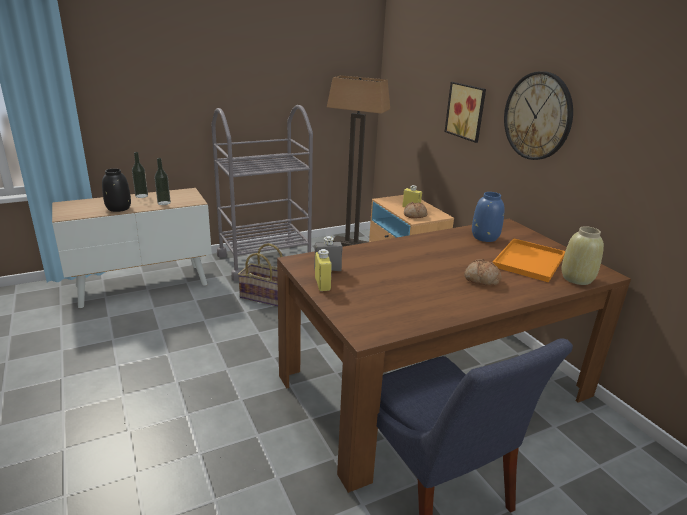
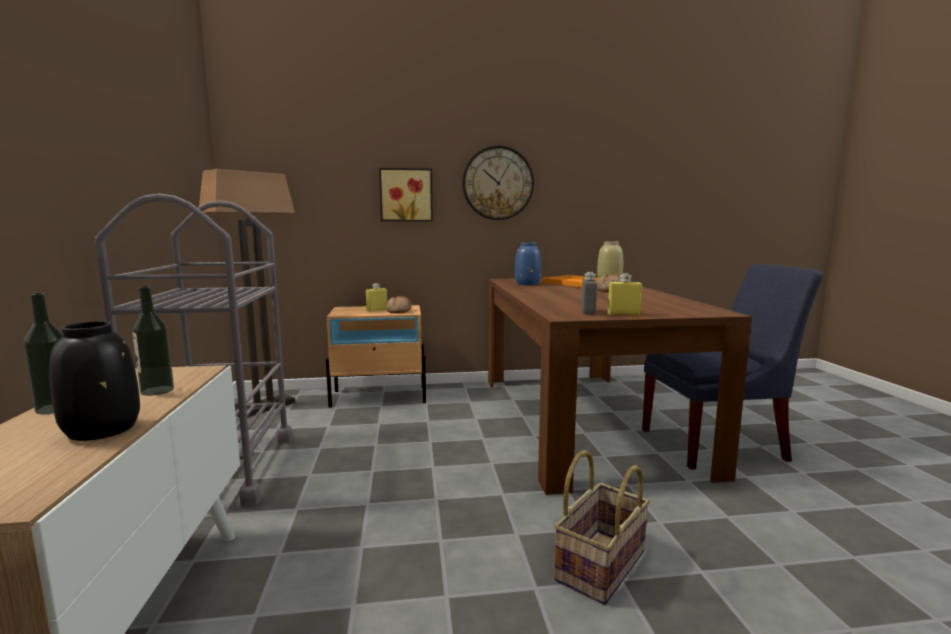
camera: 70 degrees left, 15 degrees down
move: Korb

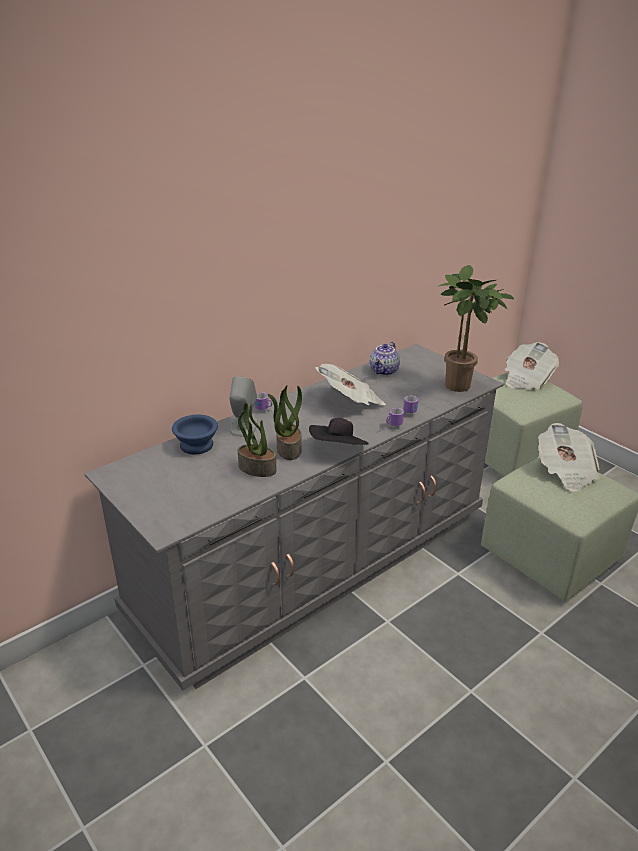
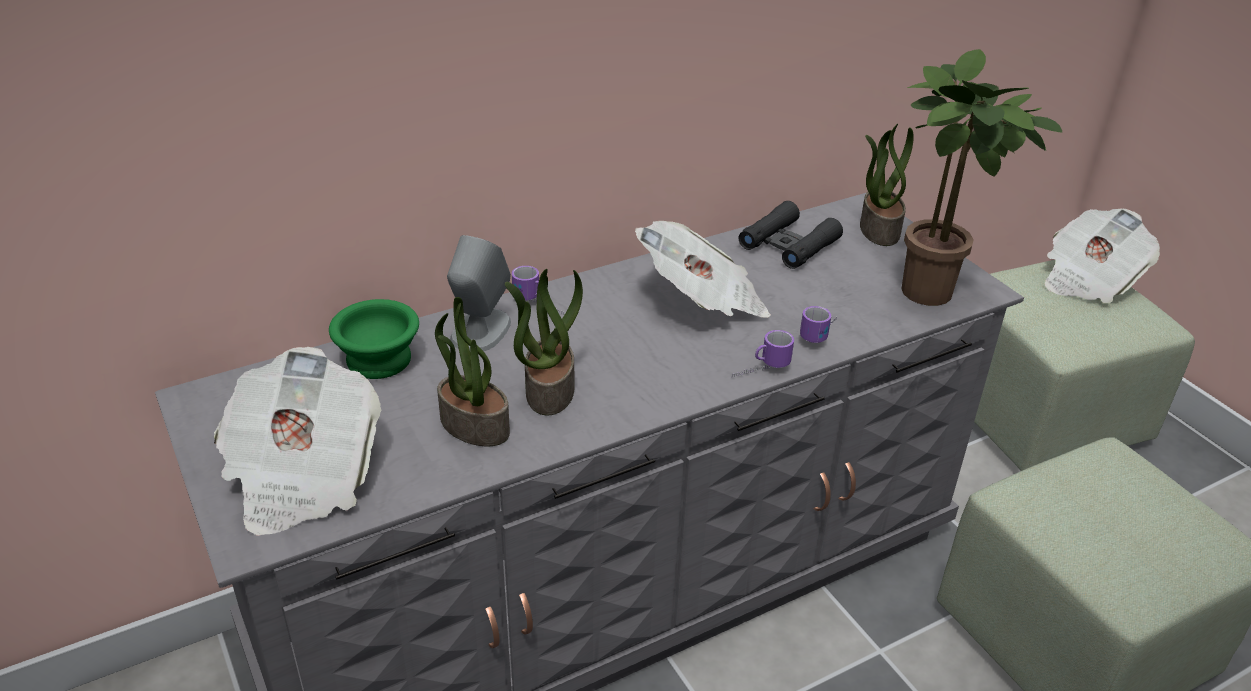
camera: 10 degrees right, 5 degrees up
delete: Hut [schwarz]
insert: Topfpflanze (3rd from left)
move: Zeitung (3rd from left in the first image) to Zeitung (1st from left)
replace: Teekanne to Fernglas [schwarz]
recolor: Schüssel [blau] to Schüssel [grün]

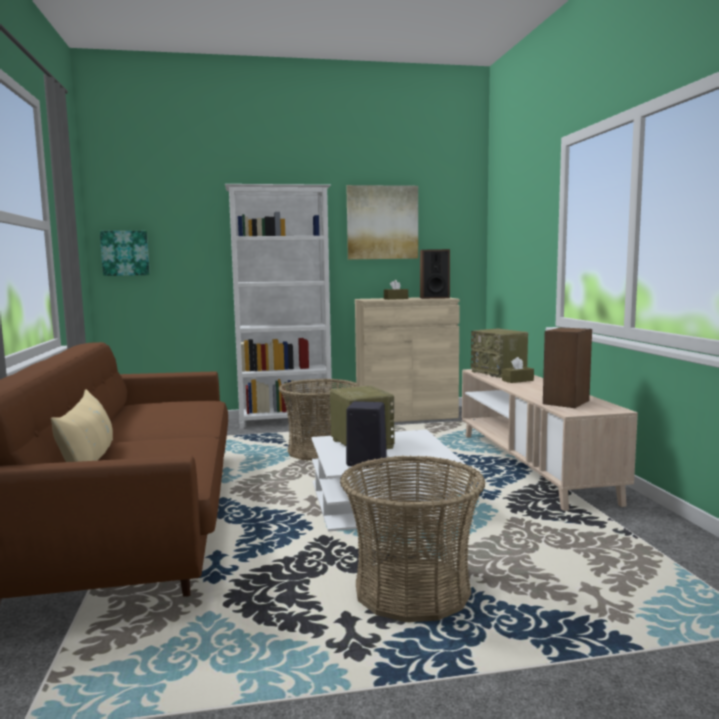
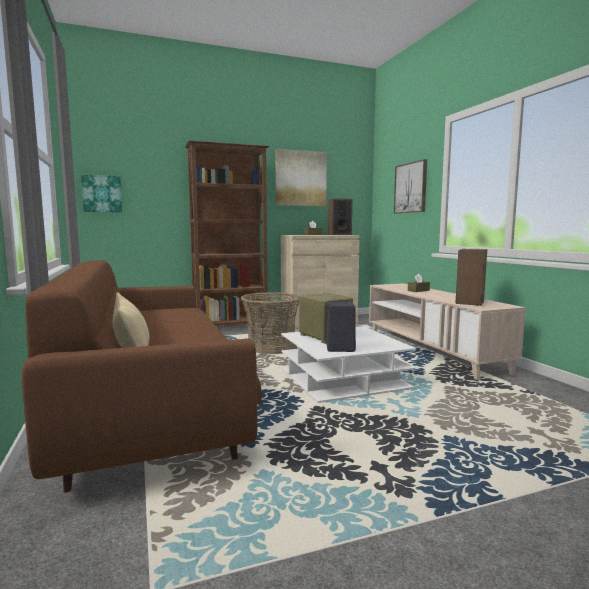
camera: 10 degrees left, 0 degrees up
delete: Korb (2nd from left); Radio (2nd from left)
insert: Bild (3rd from left)
recolor: Bücherregal [weiß] to Bücherregal [braun]

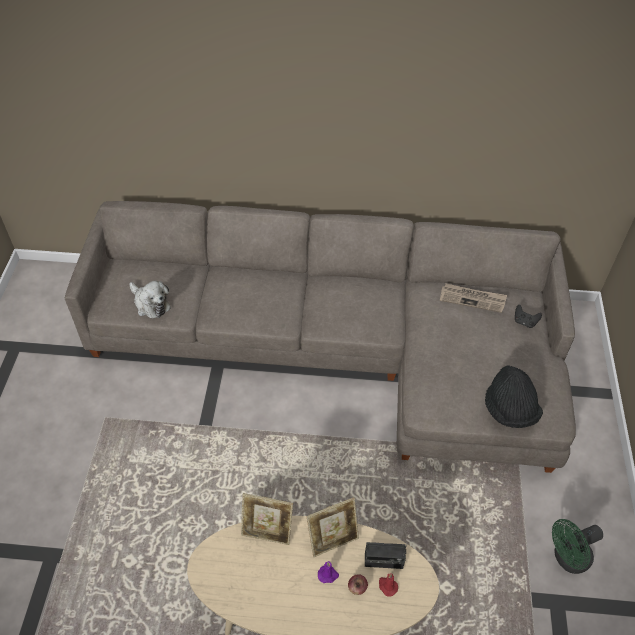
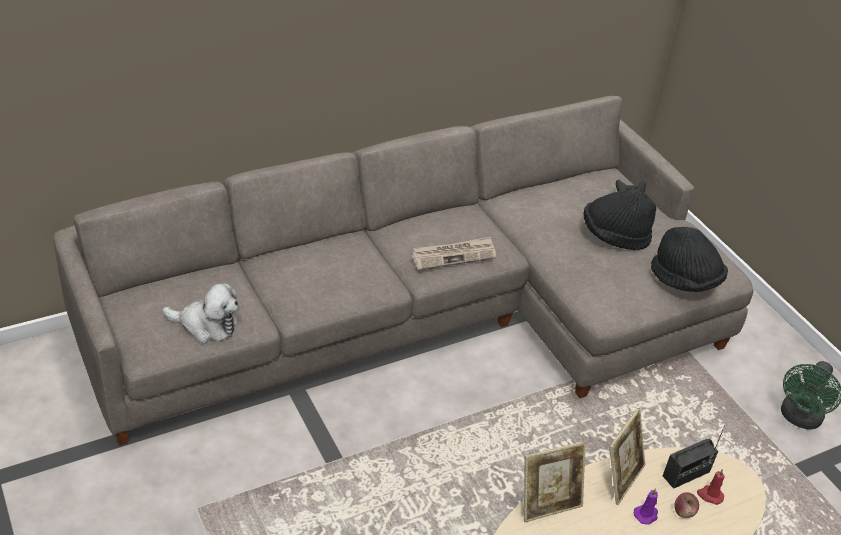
camera: 35 degrees left, 10 degrees down
insert: Hut [schwarz] (1st from left)
move: Zeitung

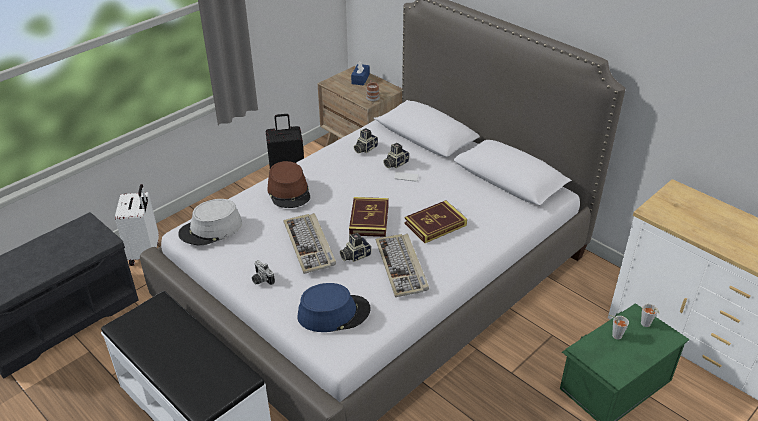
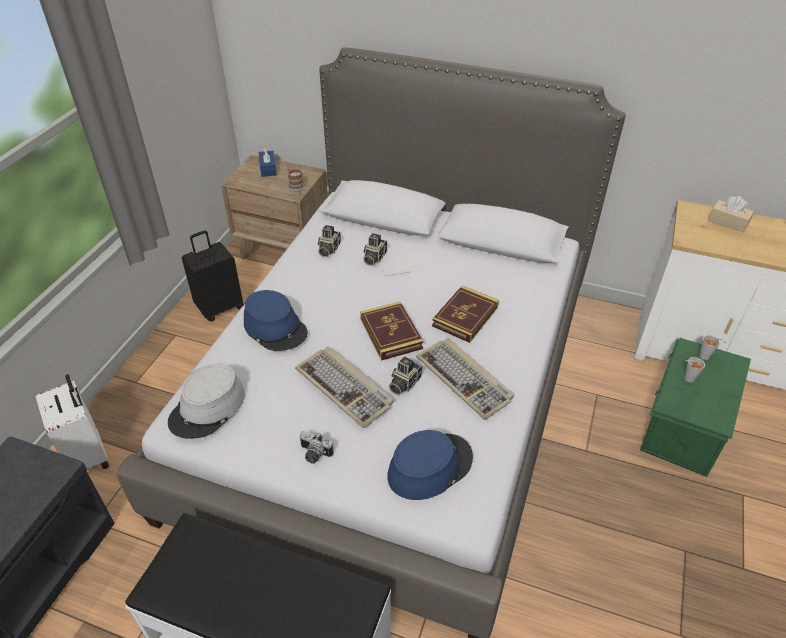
camera: 25 degrees left, 5 degrees up
insert: Taschentuchbox [beige]
recolor: Hut [braun] to Hut [blau] (1st from left)

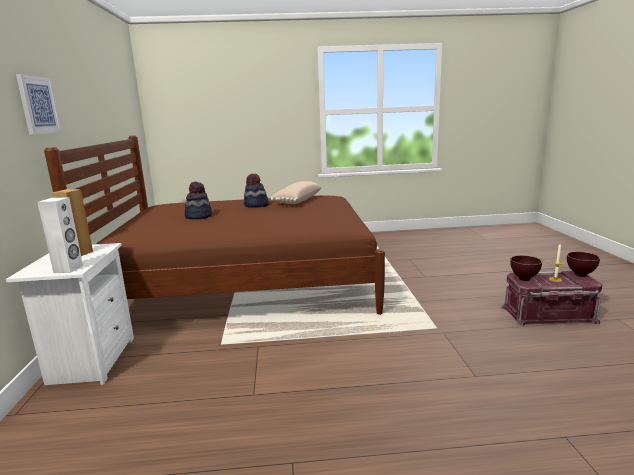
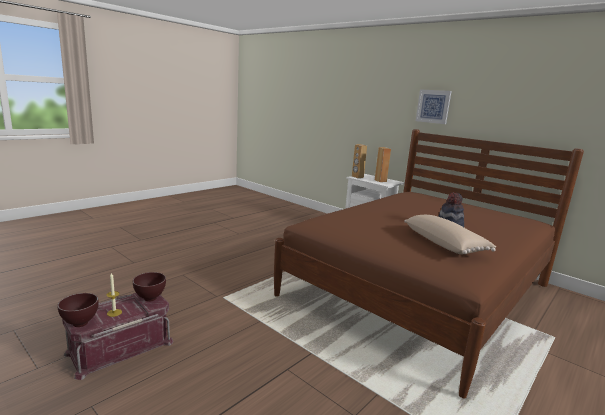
camera: 135 degrees right, 0 degrees up
delete: Hut (1st from left)
recolor: Lautsprecher [weiß] to Lautsprecher [braun] (1st from left)

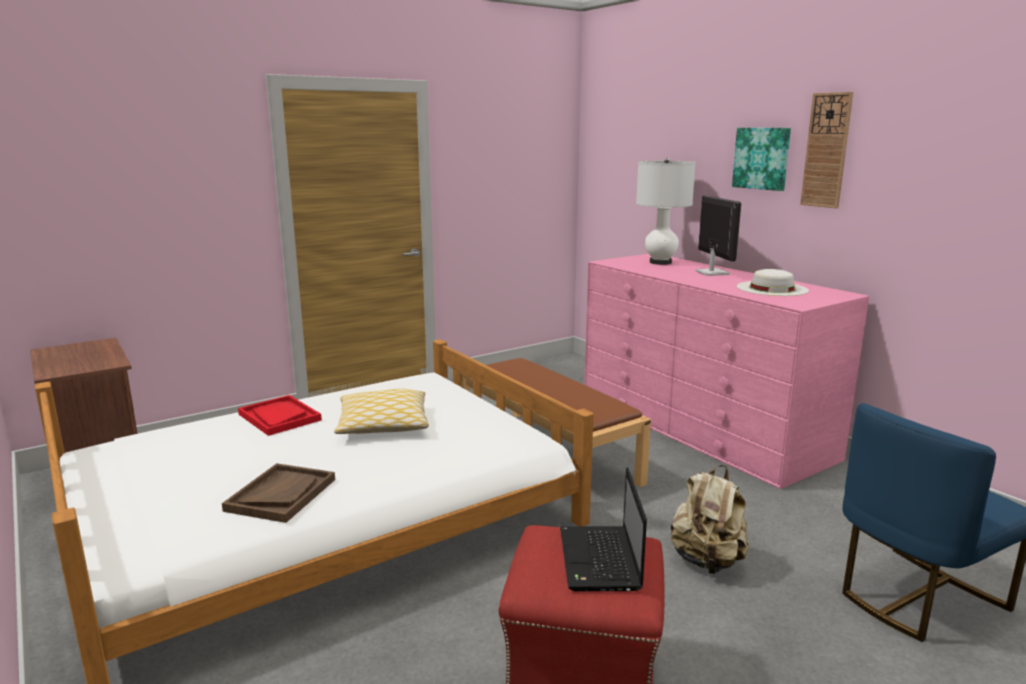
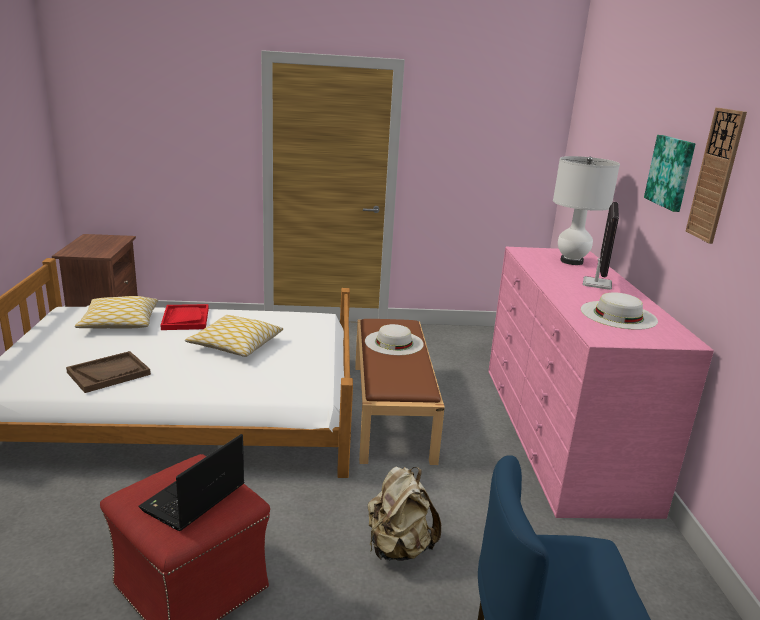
camera: 30 degrees right, 5 degrees up
insert: Kissen (1st from left); Hut [weiß] (1st from left)

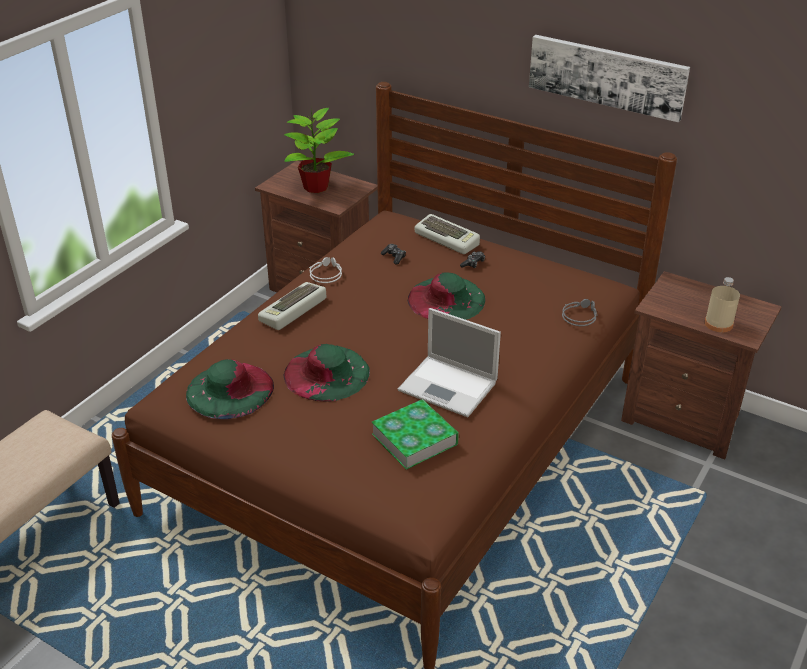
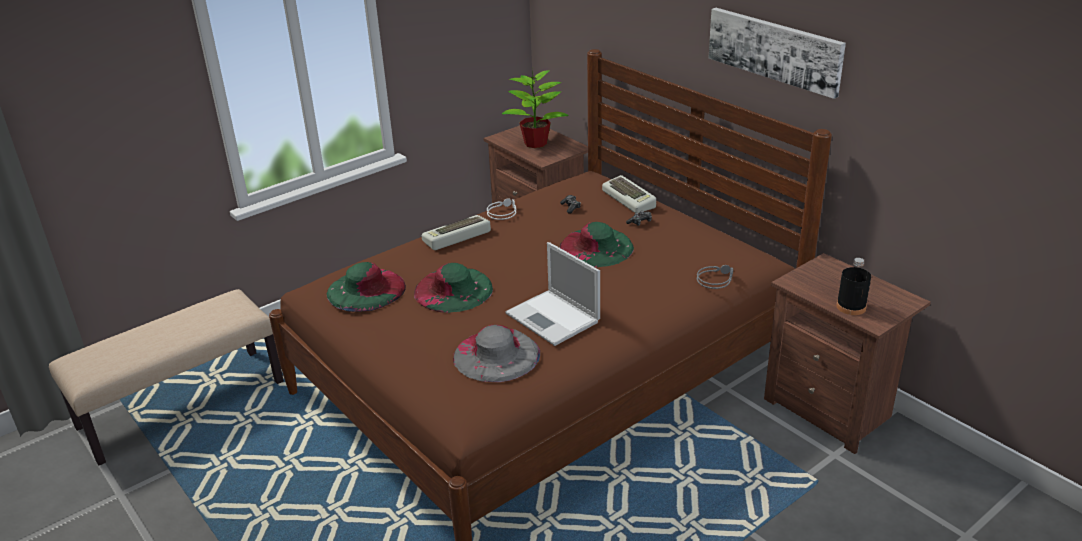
camera: 20 degrees right, 5 degrees down
replace: Buch to Hut [grau]
recolor: Flasche [beige] to Flasche [schwarz]

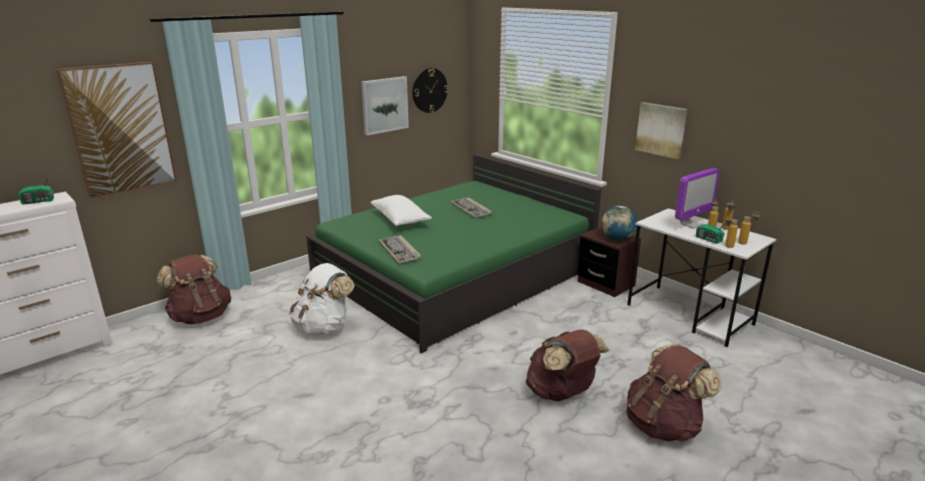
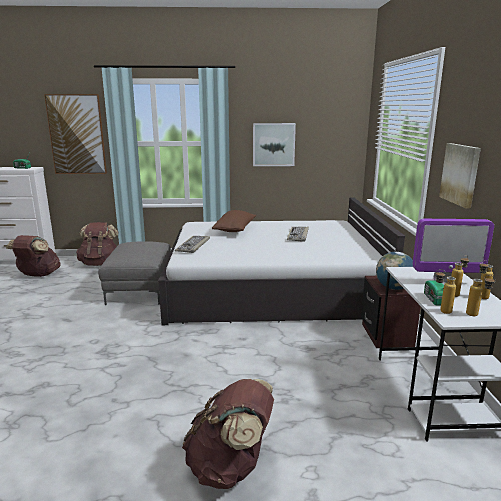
camera: 40 degrees right, 5 degrees down
delete: Wanduhr
move: Rucksack [braun] (2nd from left in the first image) to Rucksack [braun] (1st from left)
replace: Rucksack [weiß] to Polsterhocker [grau]
recolor: Bett [grün] to Bett [weiß]; Kissen [weiß] to Kissen [braun]

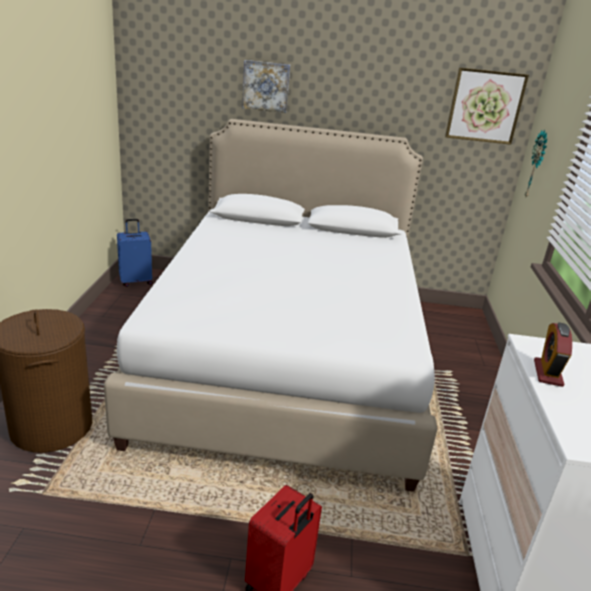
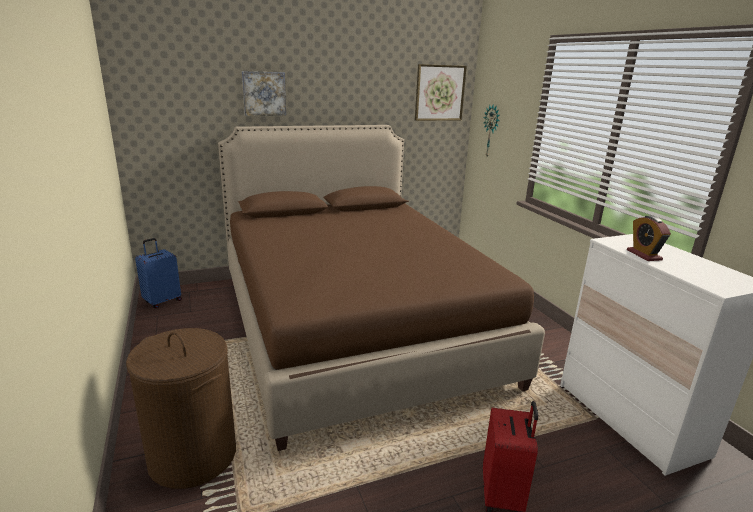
camera: 25 degrees left, 5 degrees down
recolor: Bett [weiß] to Bett [braun]

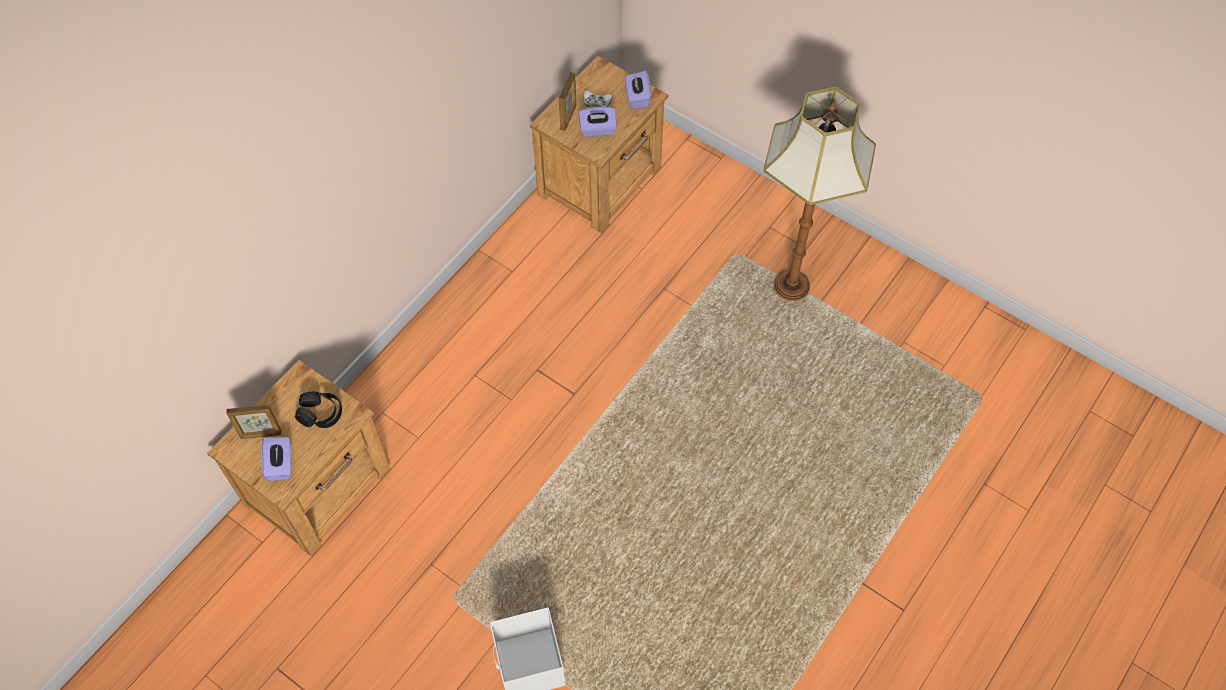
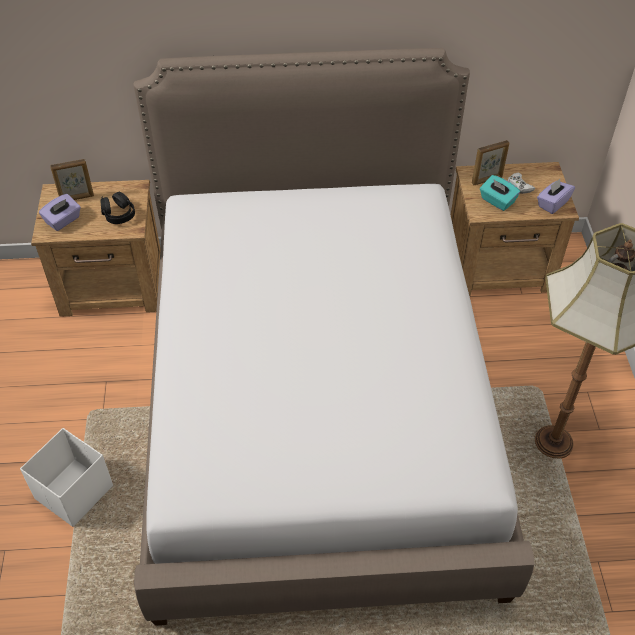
camera: 50 degrees right, 10 degrees down
insert: Bett
recolor: Taschentuchbox [lila] (2nd from left) to Taschentuchbox [türkis]
rotate: Bilderrahmen (1st from left) 60 degrees counterclockwise

